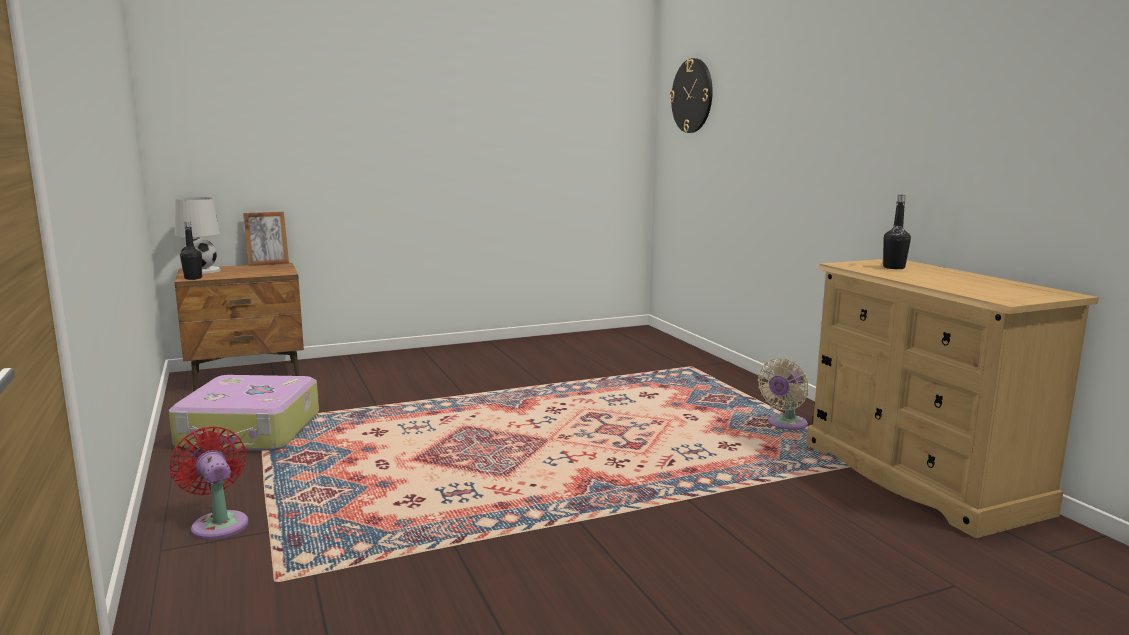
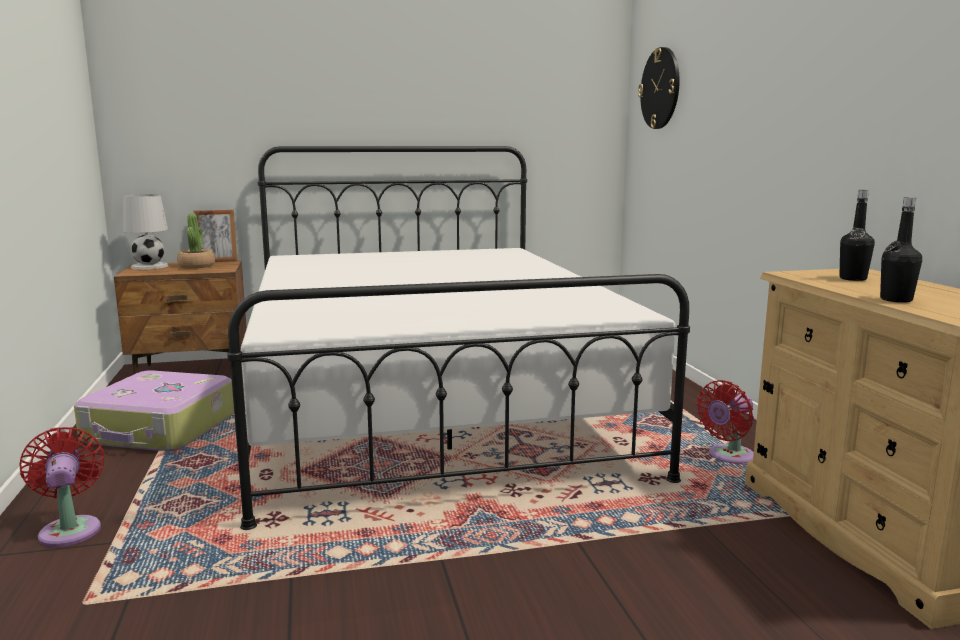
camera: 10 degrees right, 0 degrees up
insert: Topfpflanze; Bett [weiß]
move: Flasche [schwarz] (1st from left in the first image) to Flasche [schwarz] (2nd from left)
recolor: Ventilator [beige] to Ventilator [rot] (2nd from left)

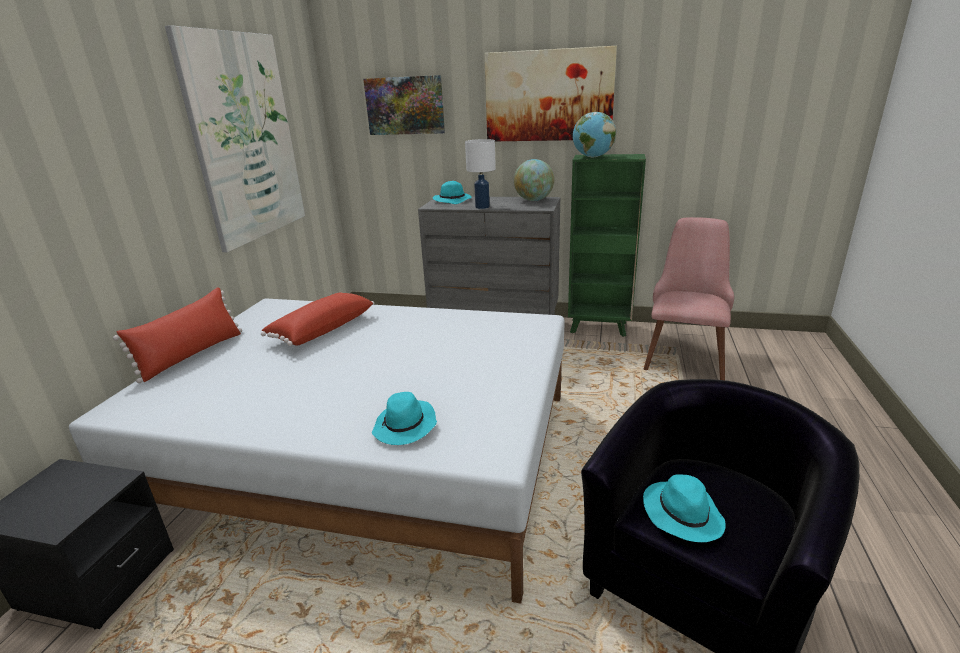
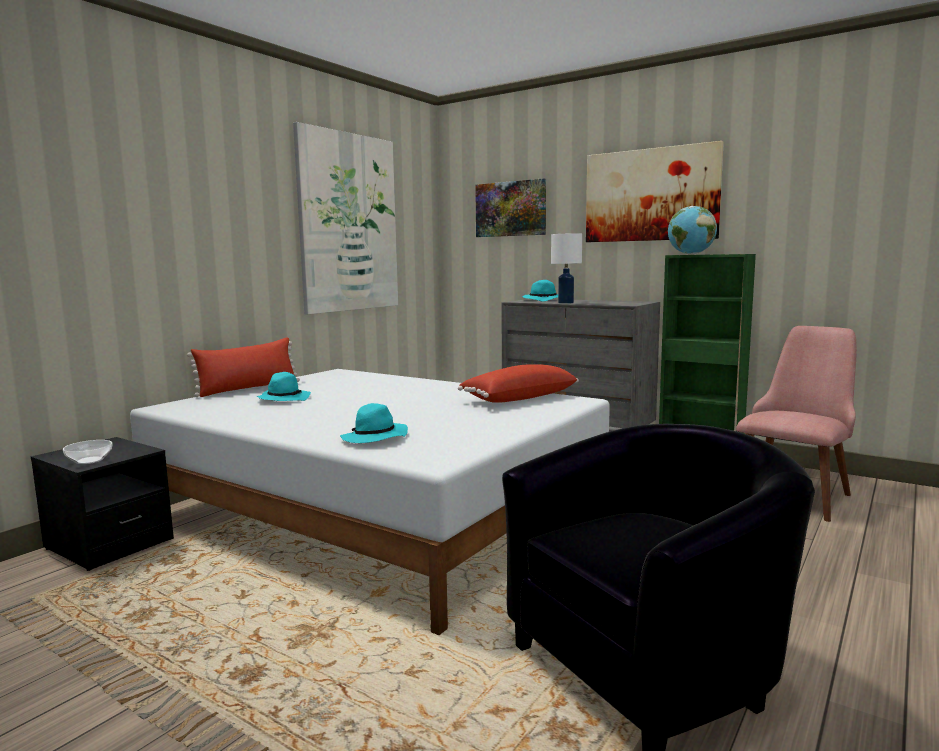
camera: 20 degrees right, 15 degrees down
delete: Globus (1st from left)
insert: Schüssel
move: Kissen [rot] (2nd from left); Hut [türkis] (3rd from left in the first image) to Hut [türkis] (1st from left)

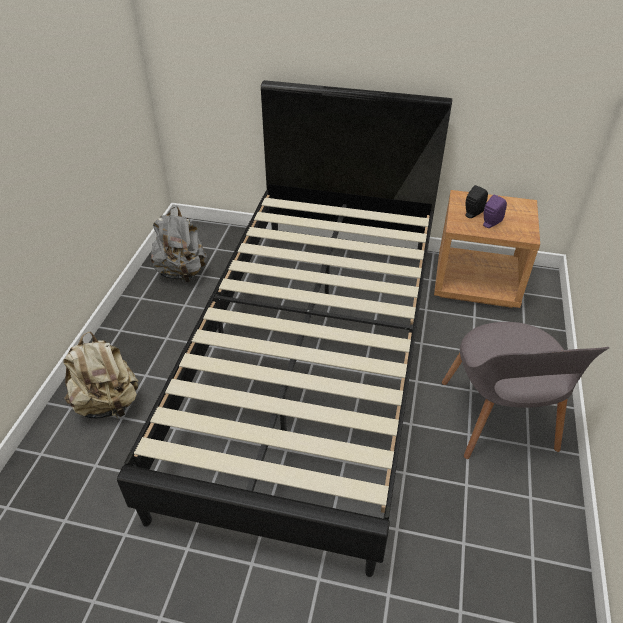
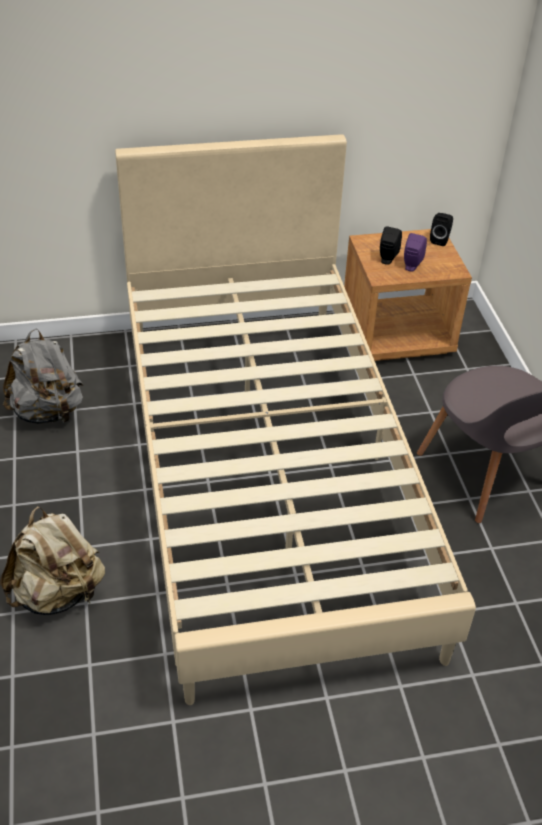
camera: 25 degrees left, 0 degrees up
insert: Lautsprecher [schwarz] (2nd from left)
recolor: Bett [schwarz] to Bett [beige]

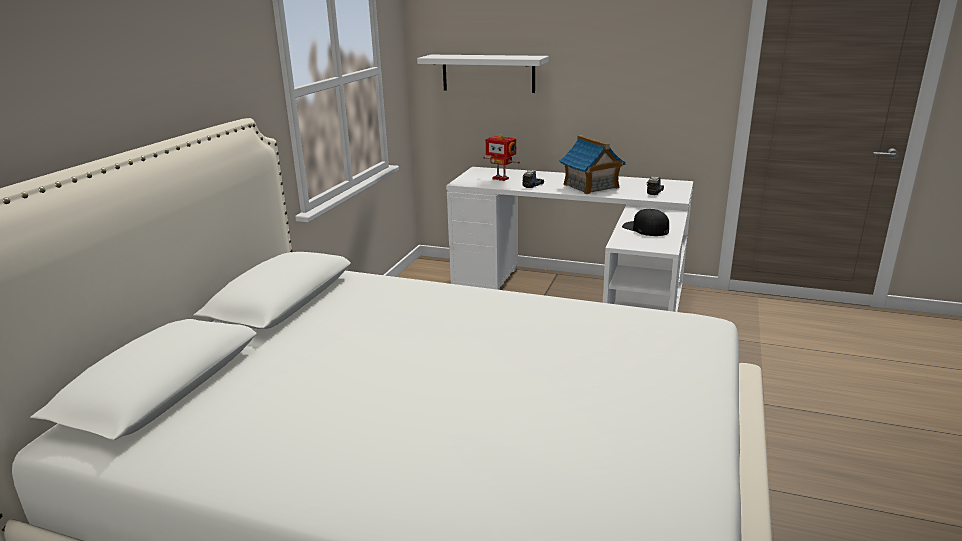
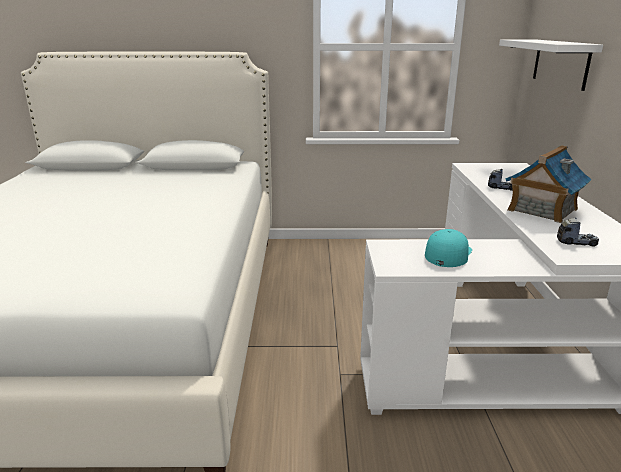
camera: 70 degrees right, 0 degrees up
delete: Spielzeugroboter
recolor: Kappe [schwarz] to Kappe [türkis]

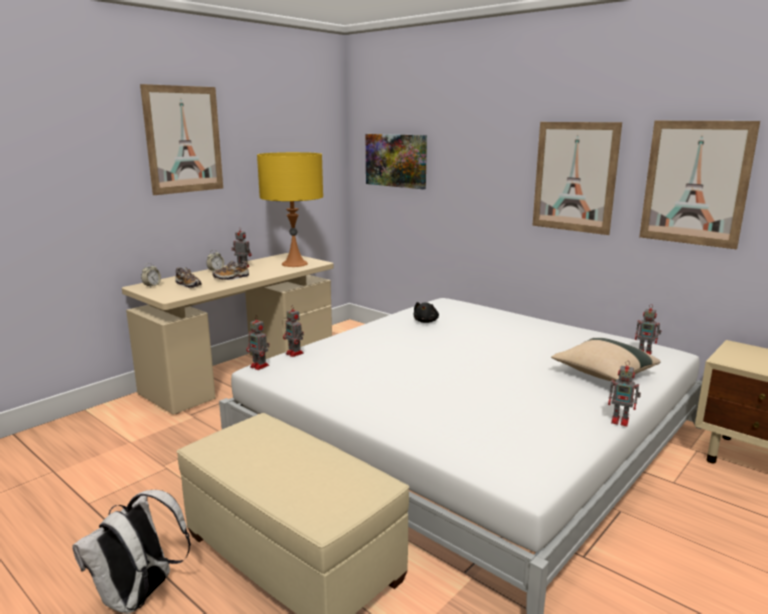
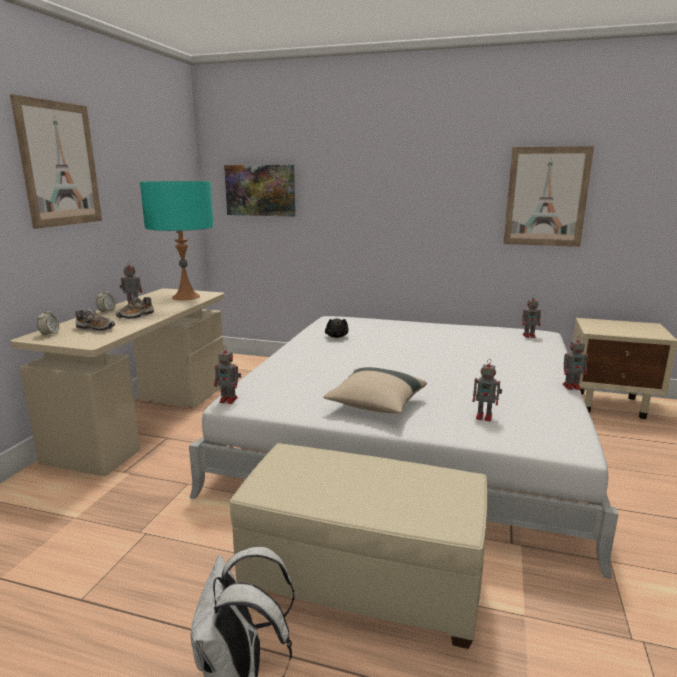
camera: 25 degrees left, 0 degrees up
delete: Bild (3rd from left)
move: Spielzeugroboter (3rd from left); Kissen [beige]
recolor: Tischlampe [gelb] to Tischlampe [türkis]

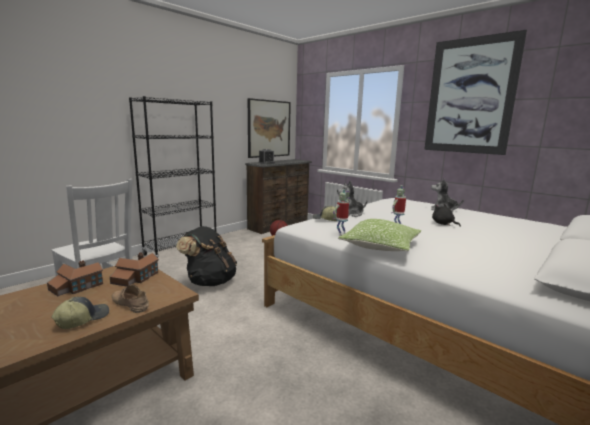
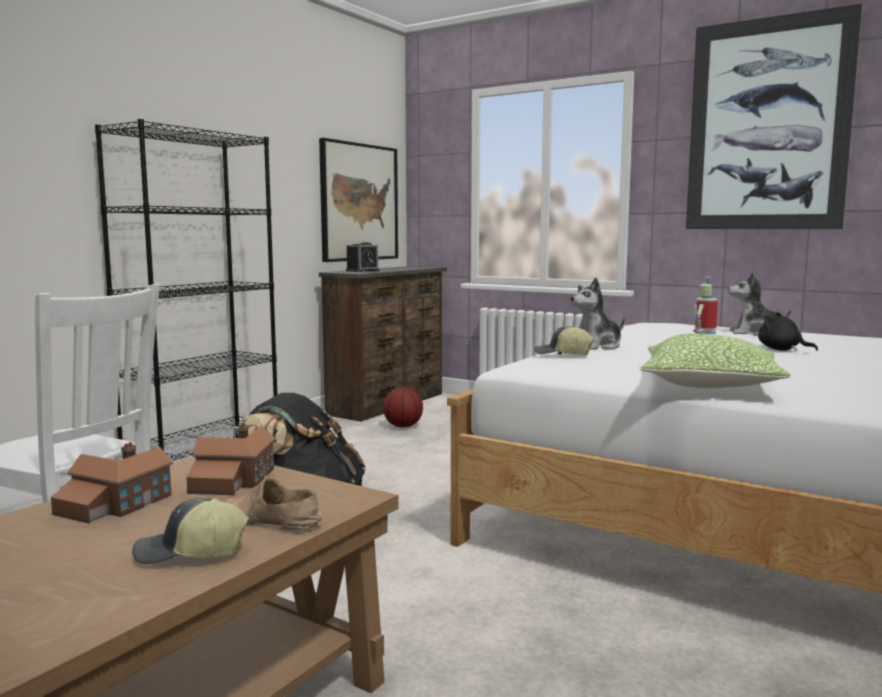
camera: 10 degrees left, 5 degrees down
delete: Spielzeugroboter (1st from left)
rotate: Kappe (1st from left) 120 degrees counterclockwise

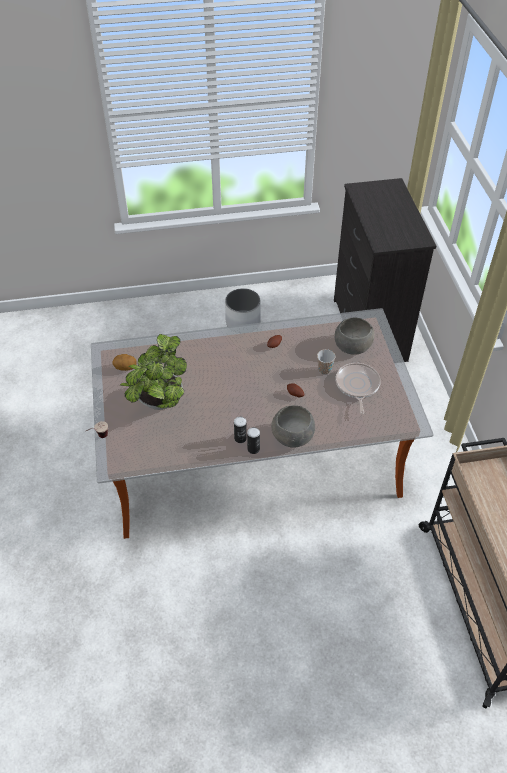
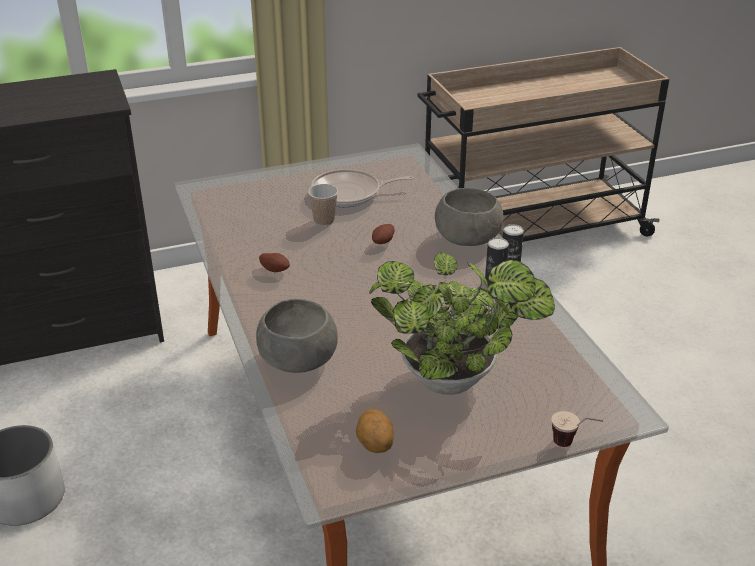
camera: 100 degrees left, 15 degrees down
move: Schüssel [grau] (2nd from left in the first image) to Schüssel [grau] (1st from left)

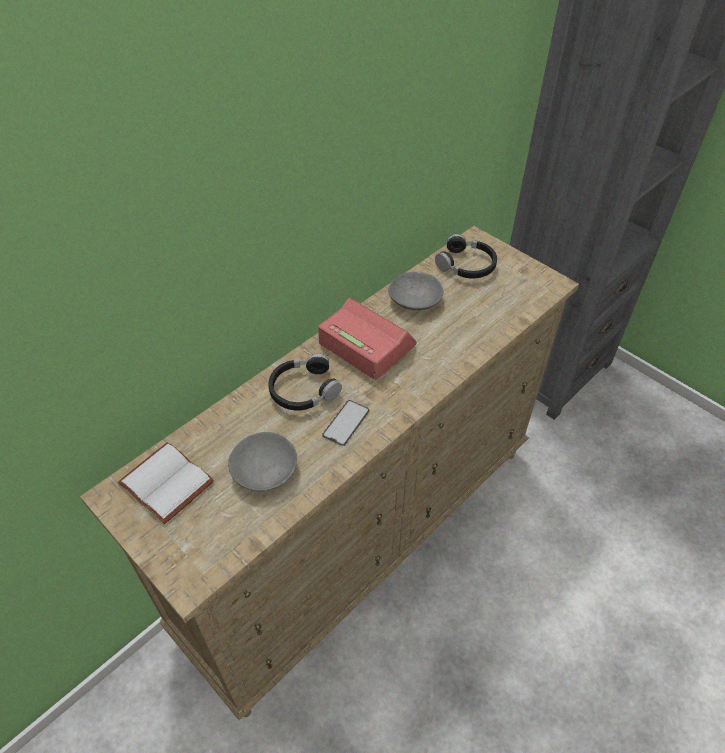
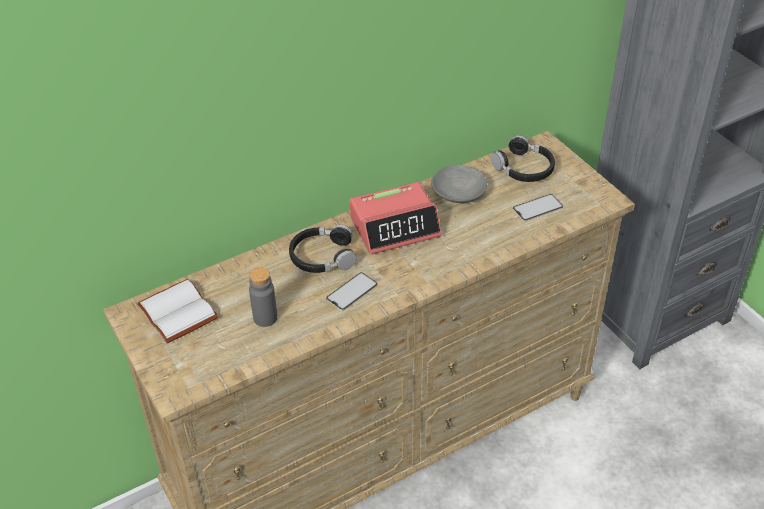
camera: 15 degrees right, 5 degrees down
insert: Handy (2nd from left)
replace: Schüssel [grau] (1st from left) to Flasche [grau]
rotate: Wecker 105 degrees clockwise

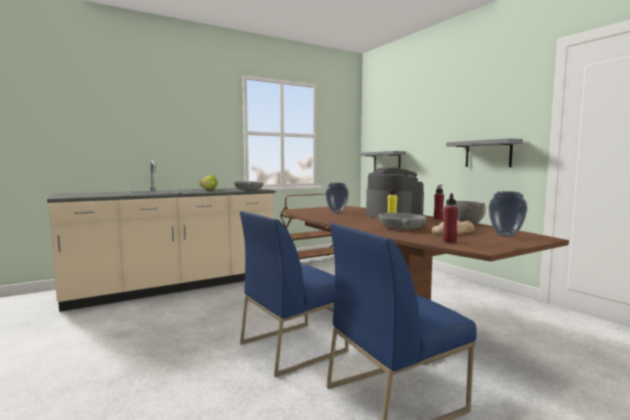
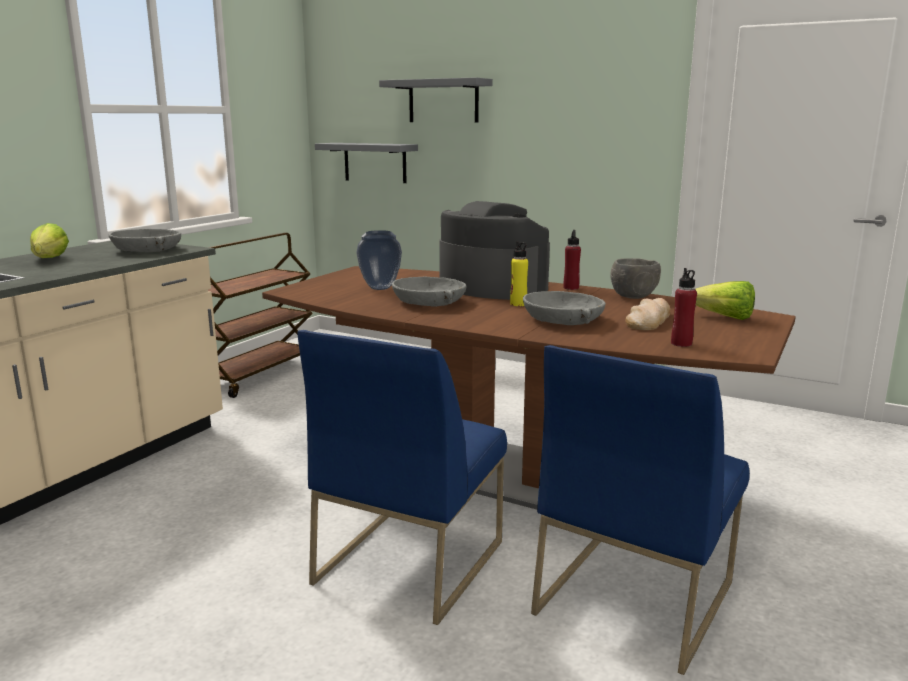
camera: 30 degrees left, 10 degrees up
insert: Schüssel [grau] (2nd from left)
move: Wandregal [grau] (2nd from left)
replace: Vase (2nd from left) to Salatkopf (2nd from left)

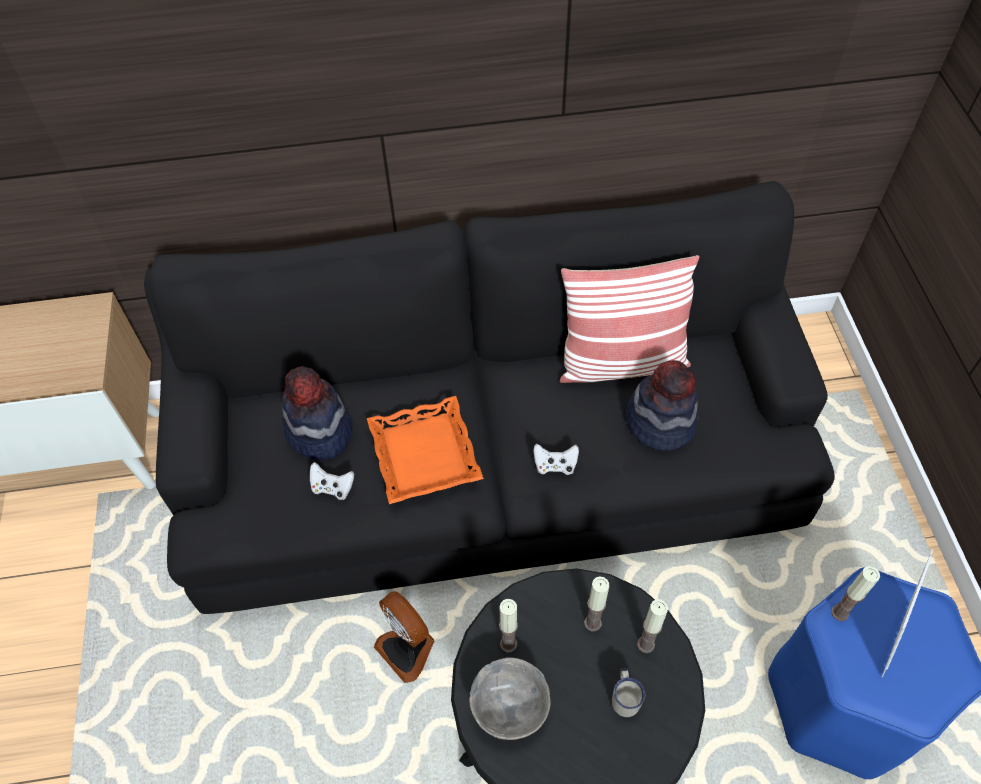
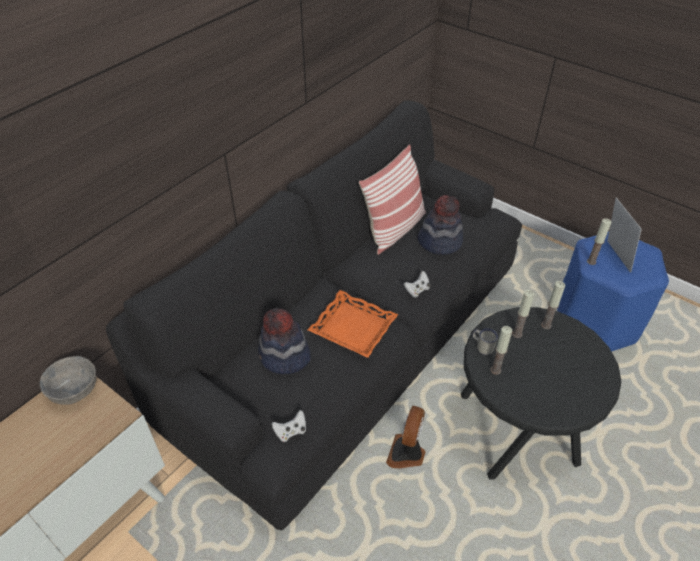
camera: 45 degrees left, 10 degrees down
move: Gamepad [weiß] (1st from left); Schüssel [grau]; Henkelbecher [weiß]
rotate: Ventilator 105 degrees clockwise

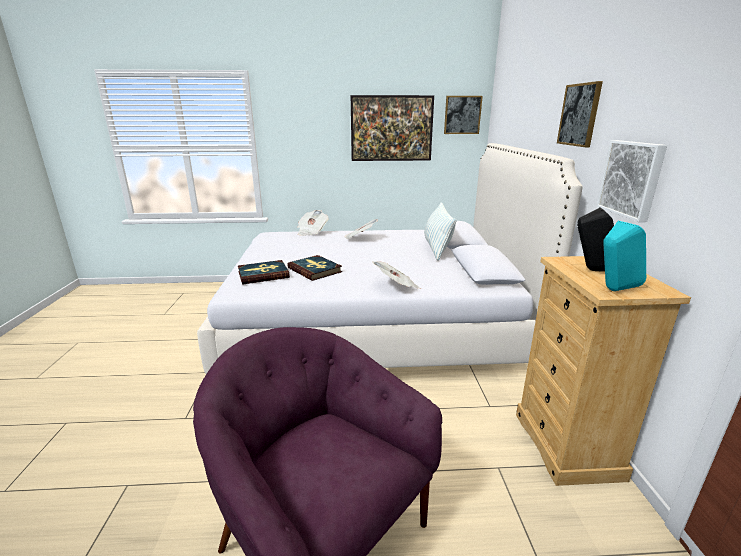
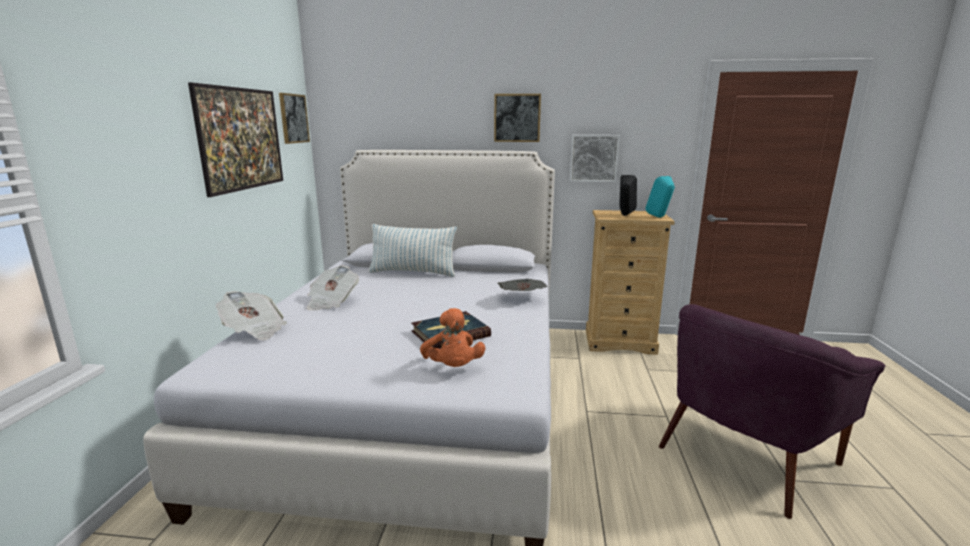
camera: 80 degrees left, 5 degrees down
replace: Buch (1st from left) to Plüschtier [orange]

